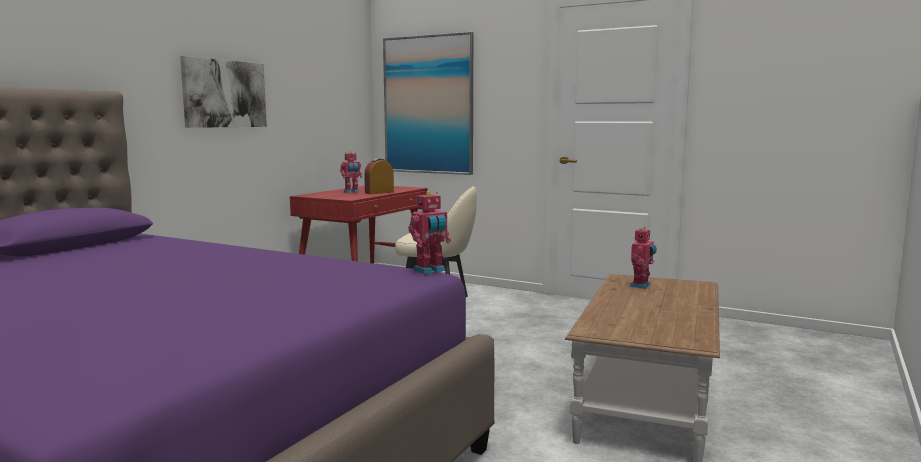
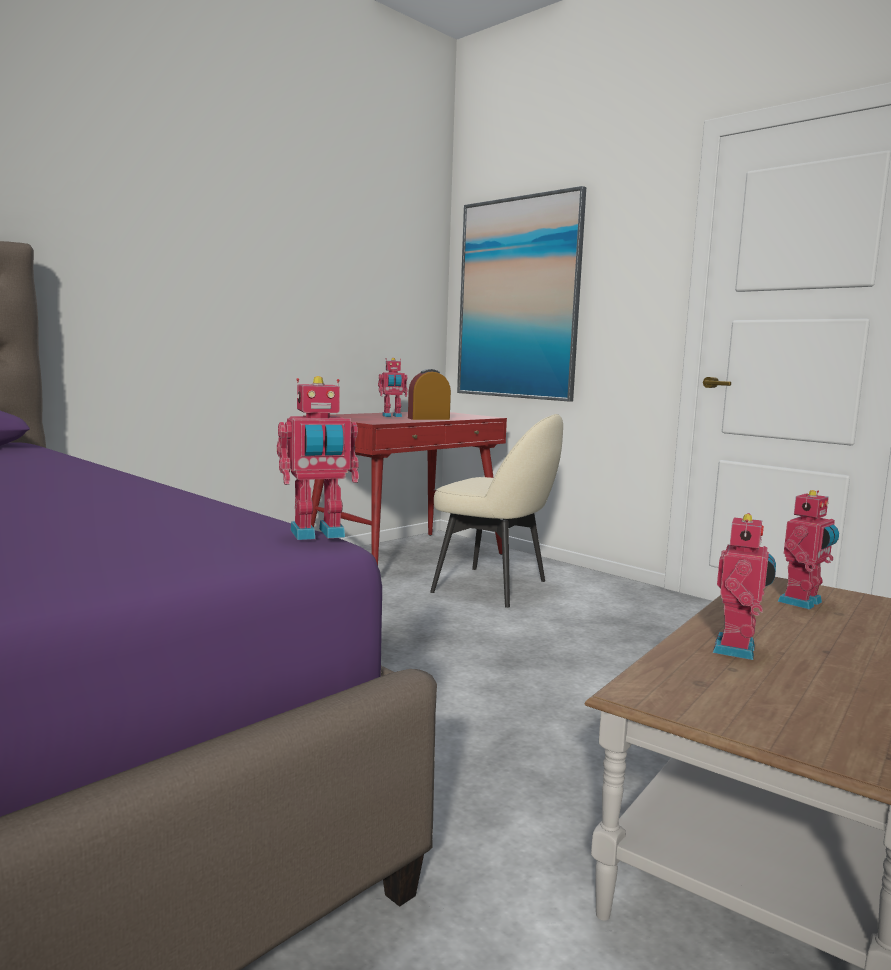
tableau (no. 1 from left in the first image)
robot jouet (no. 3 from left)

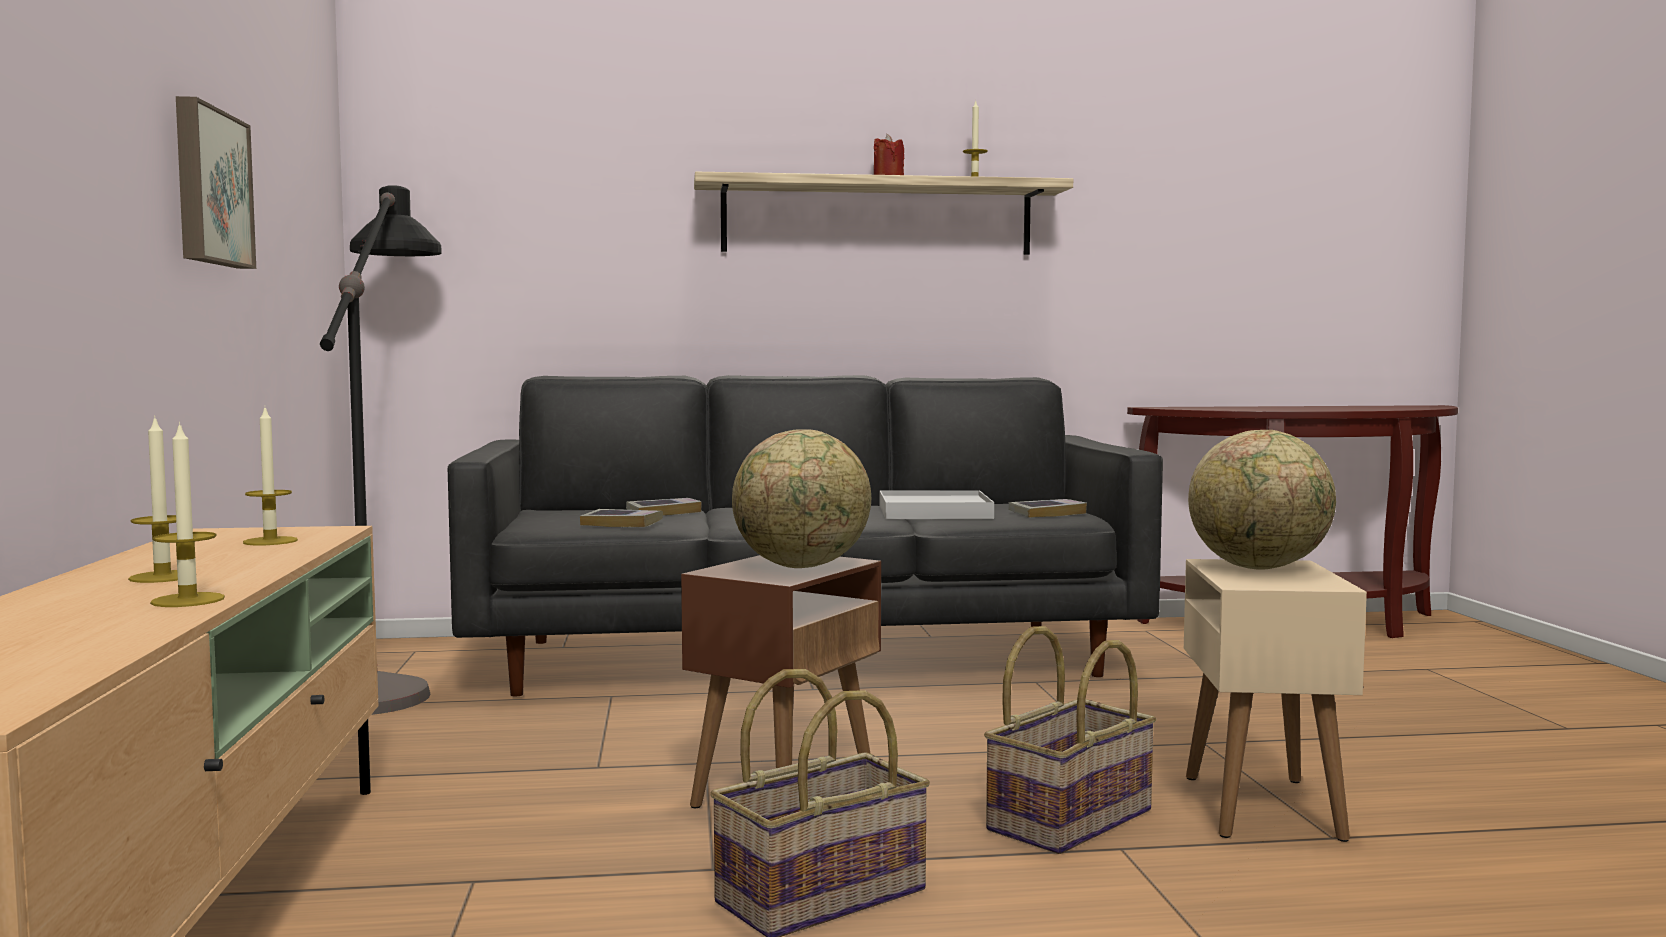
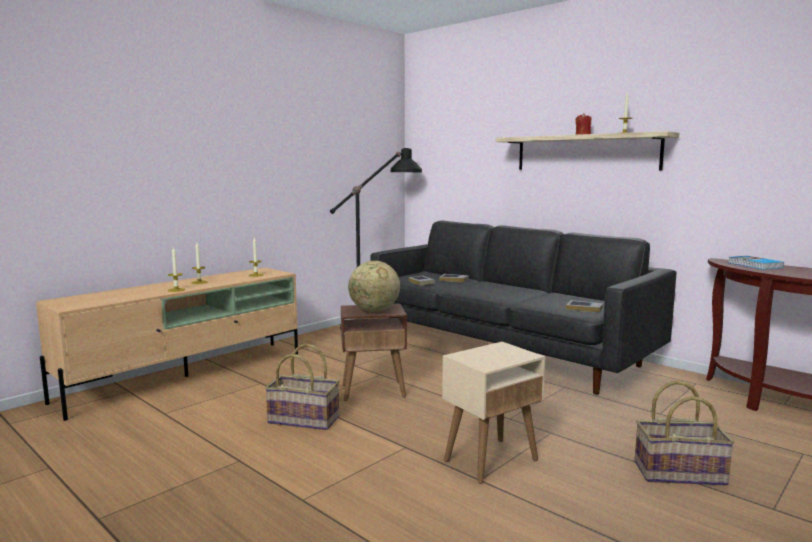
tableau
plateau/blanc
panier (no. 2 from left)
globe (no. 2 from left in the first image)
livre (no. 4 from left)

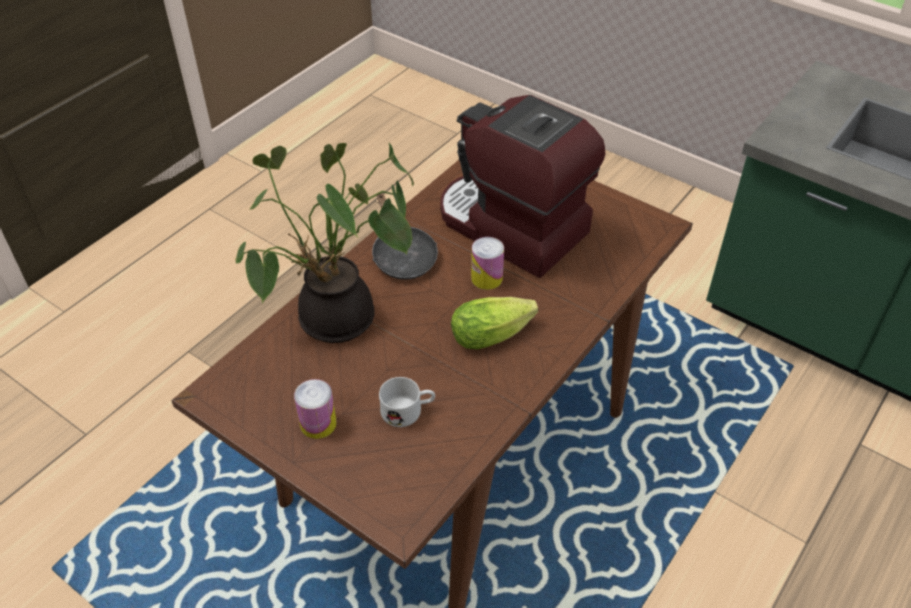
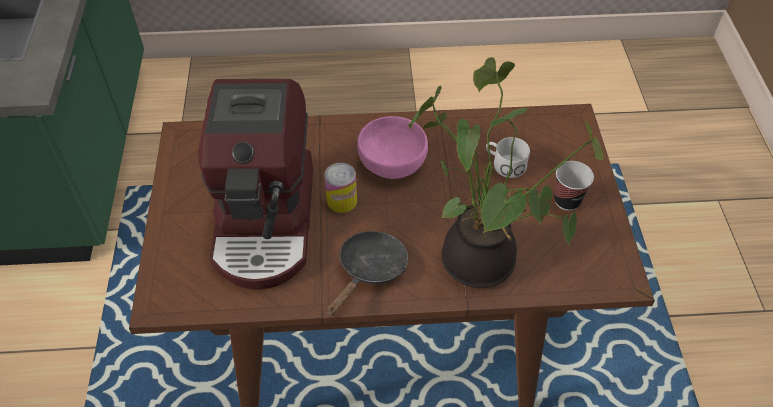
tasse
bol/rose

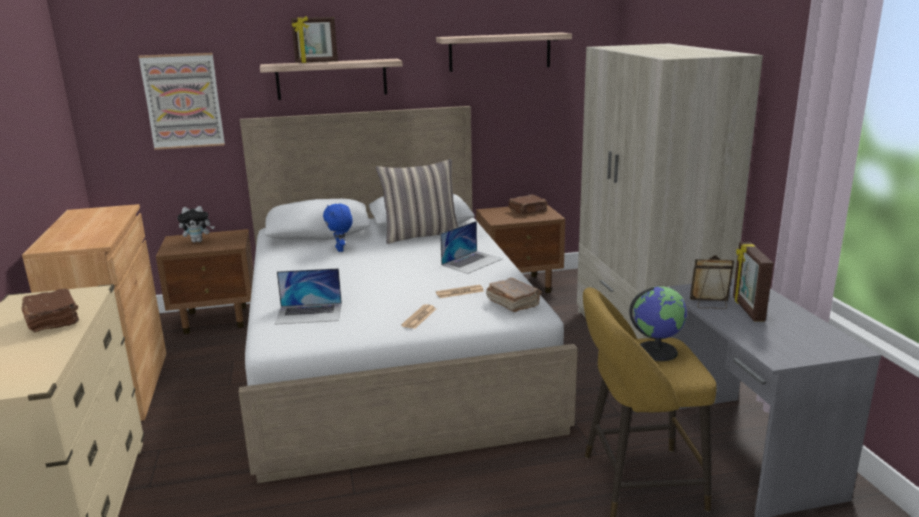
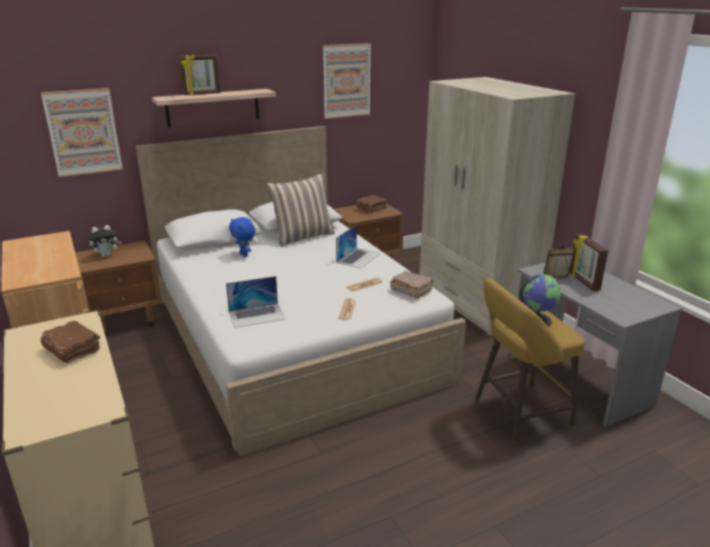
tableau (no. 2 from left)

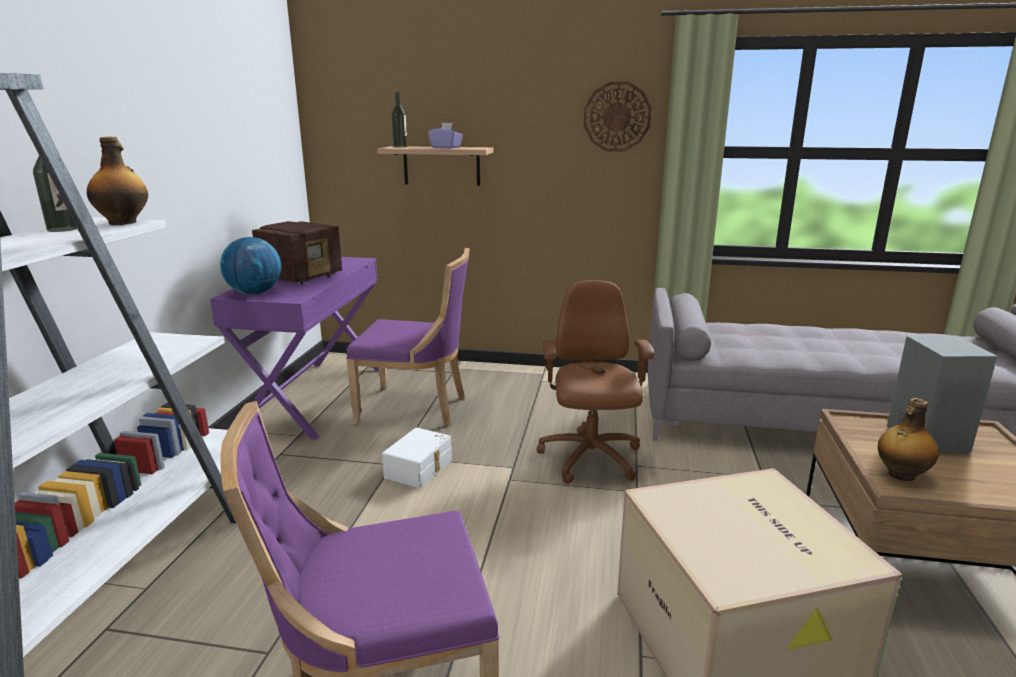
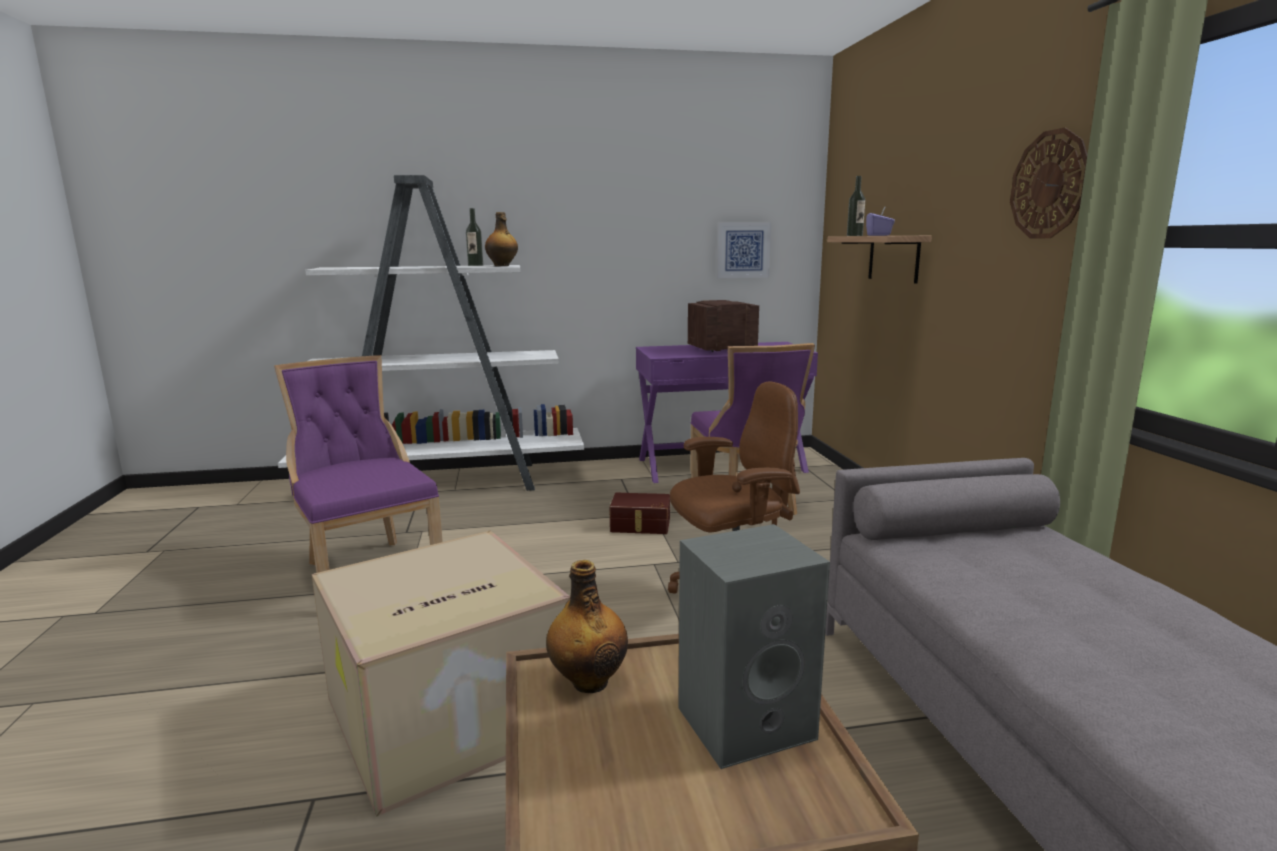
globe
radio
boîte de rangement/marron
tableau

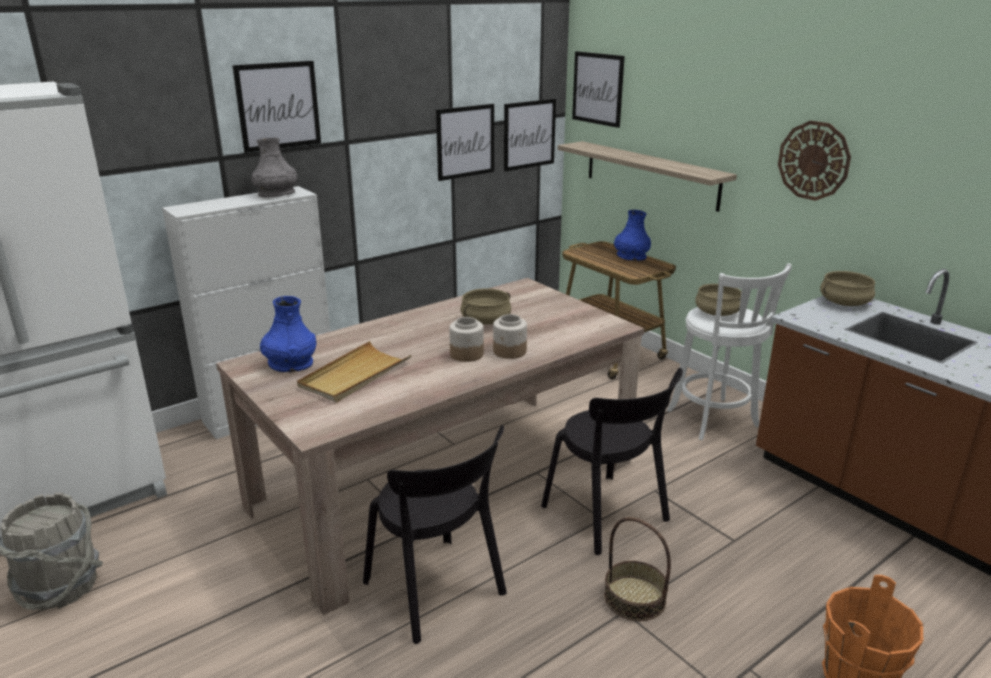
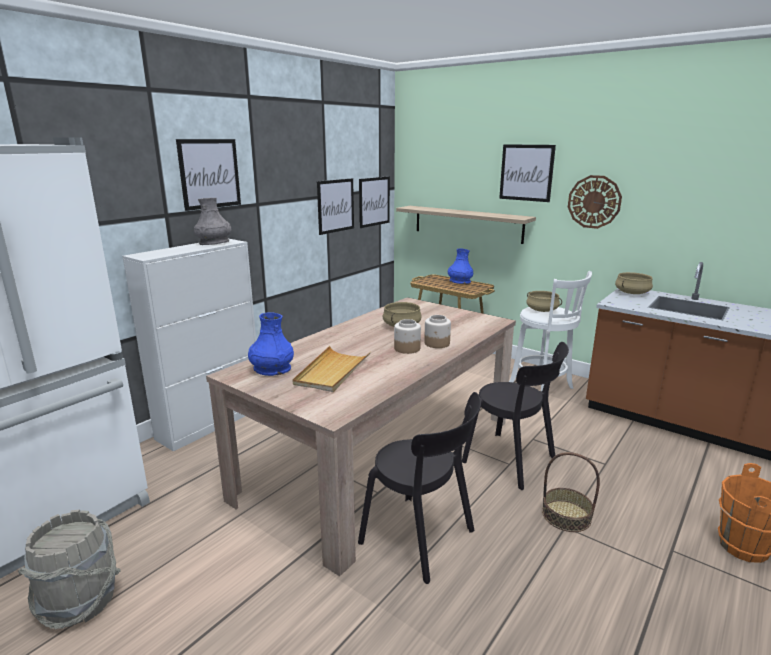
tableau (no. 4 from left)

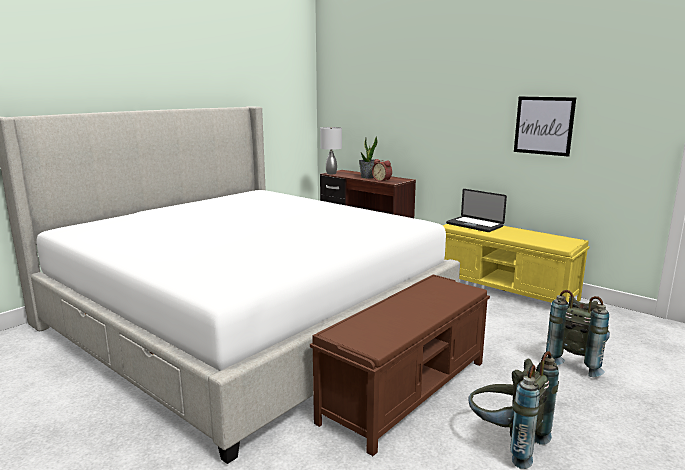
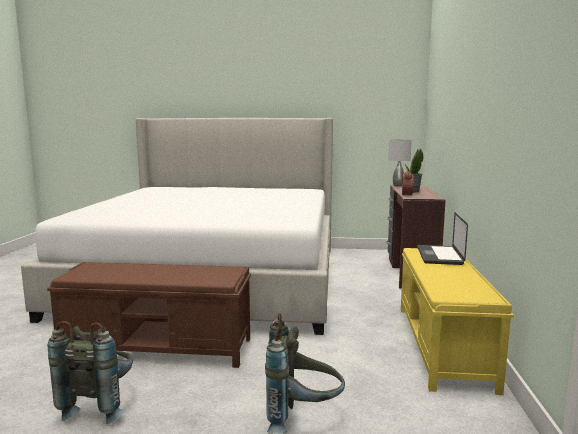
tableau

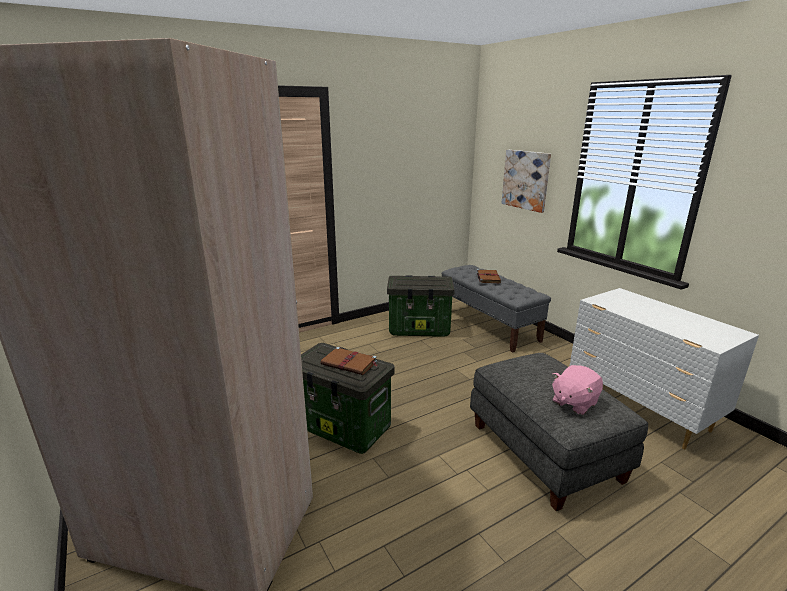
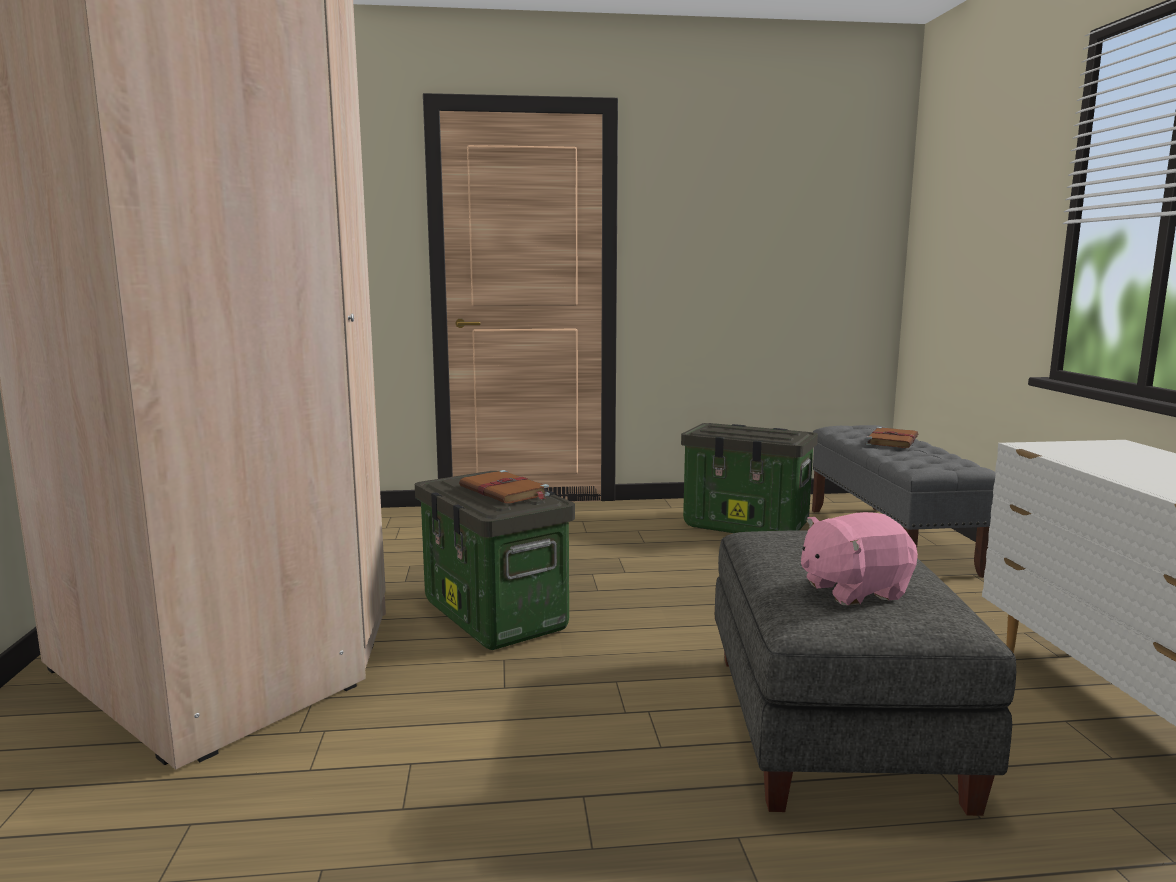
tableau

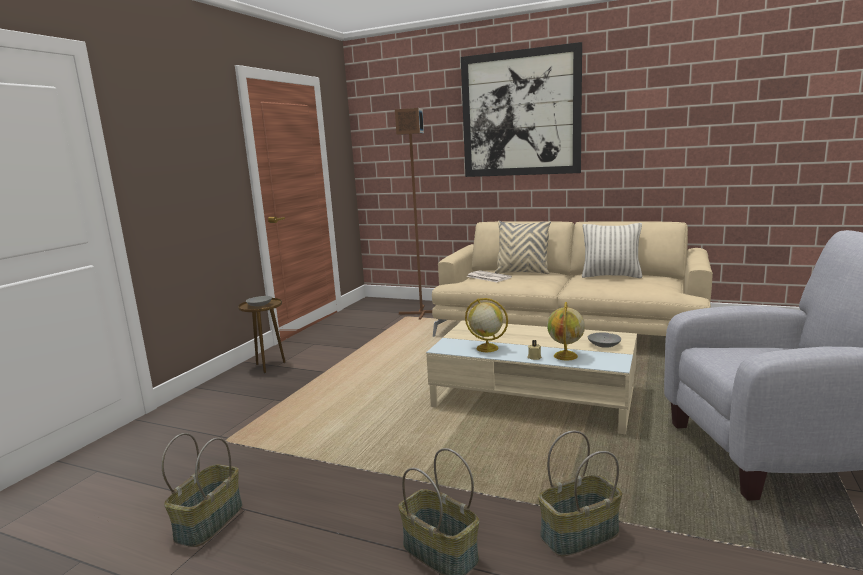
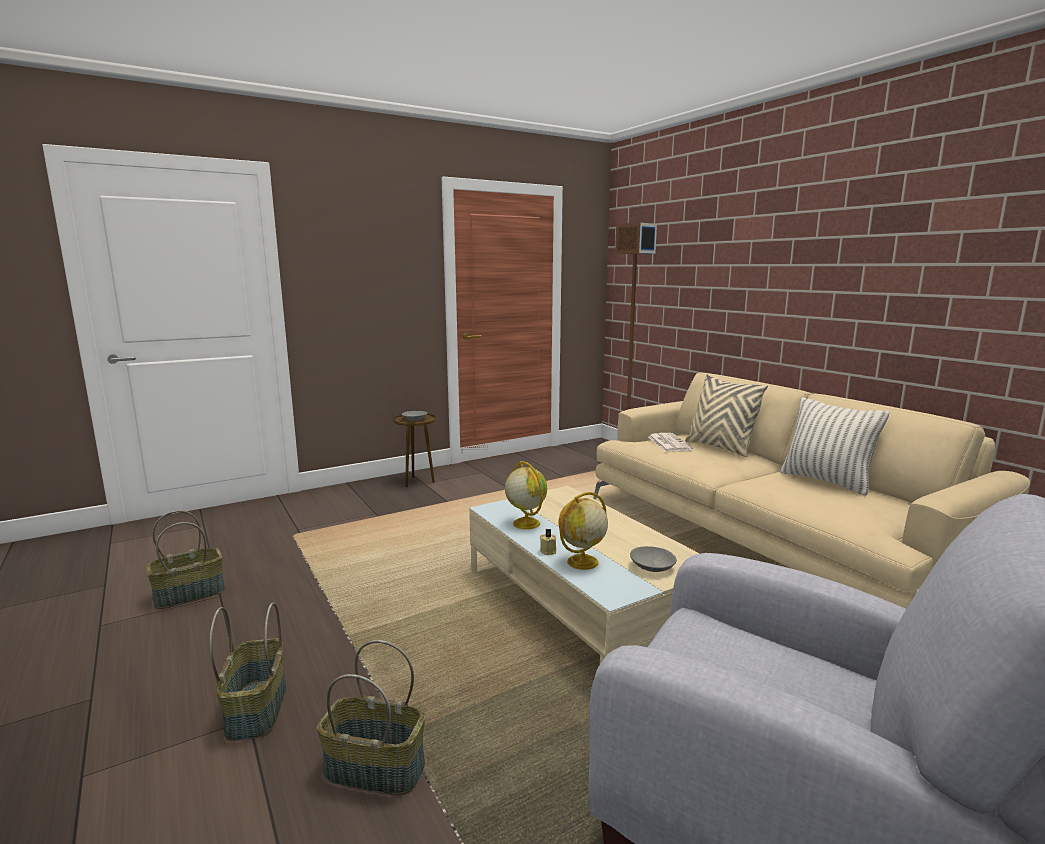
tableau

